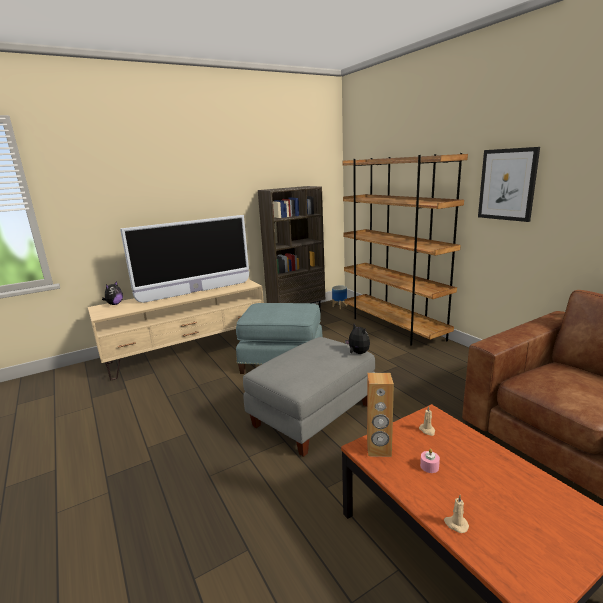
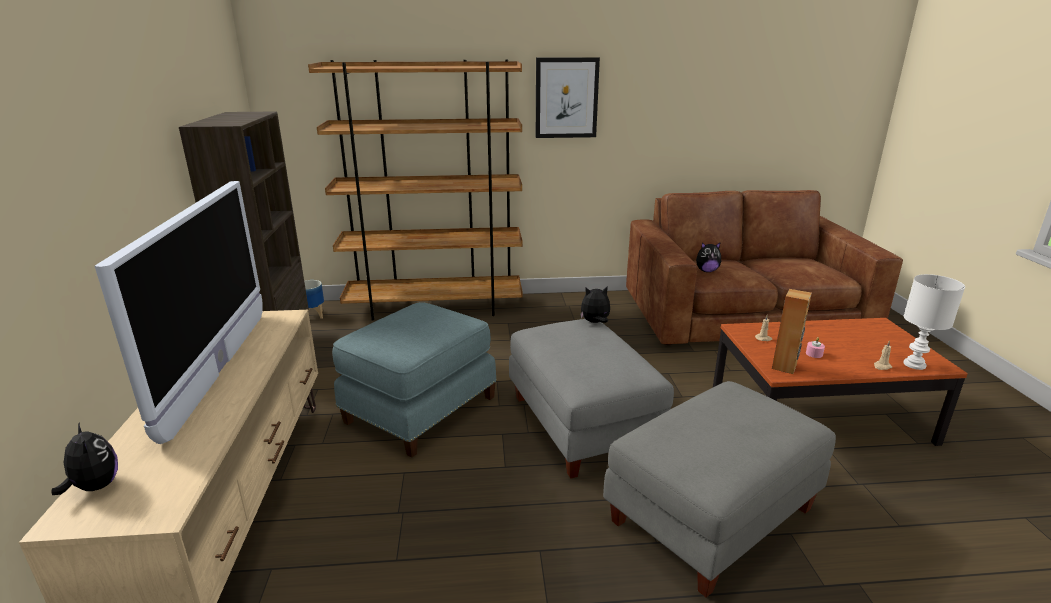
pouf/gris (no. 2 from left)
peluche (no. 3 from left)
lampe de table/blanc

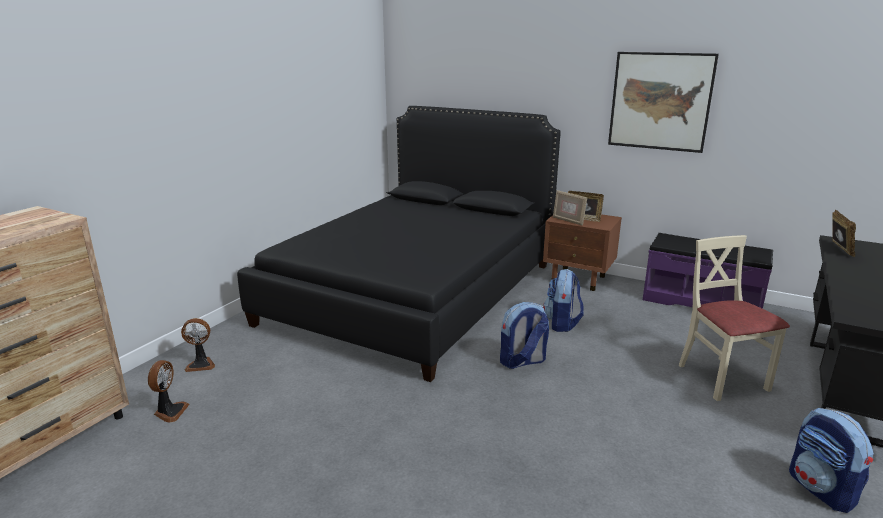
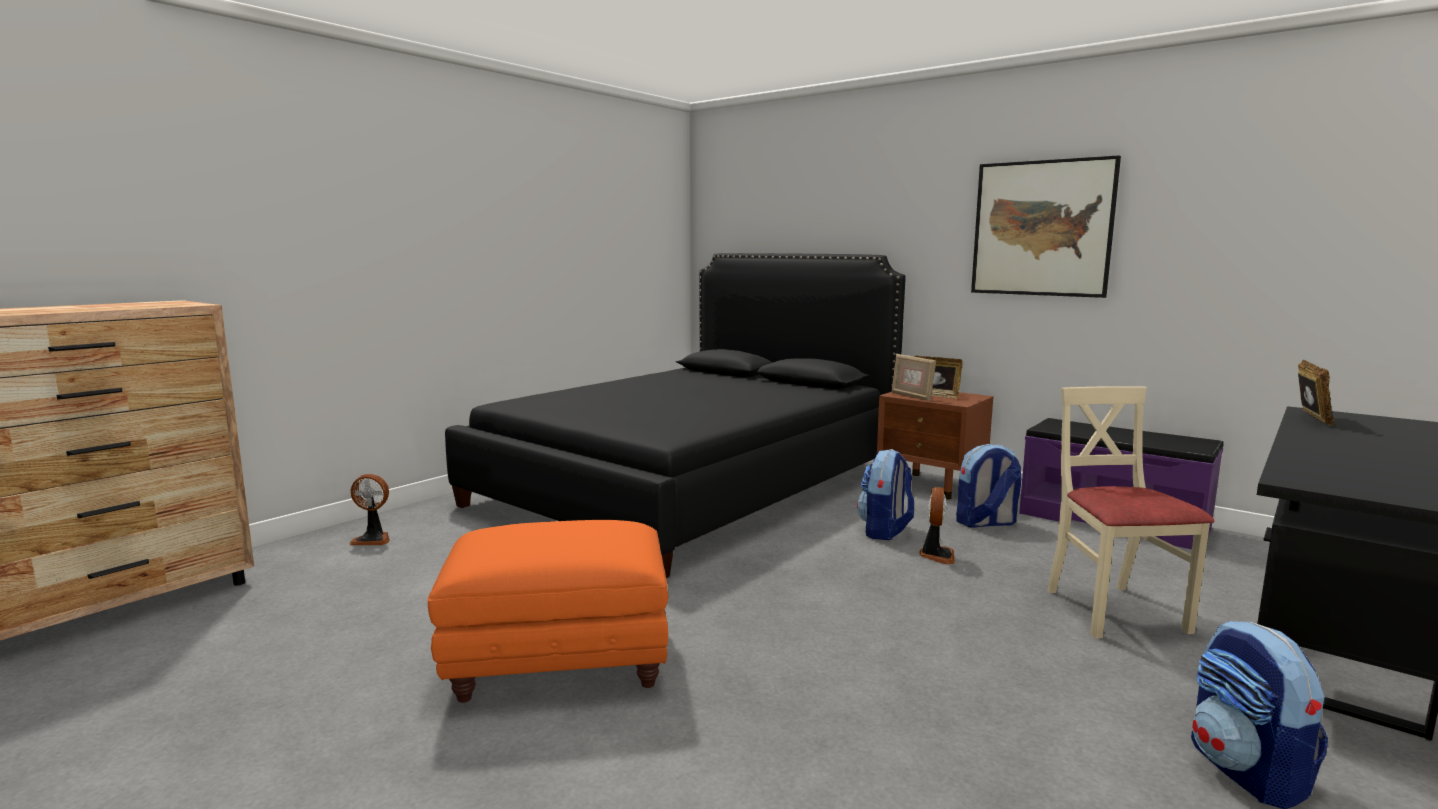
ventilateur (no. 2 from left)
sac à dos (no. 2 from left)
pouf/orange

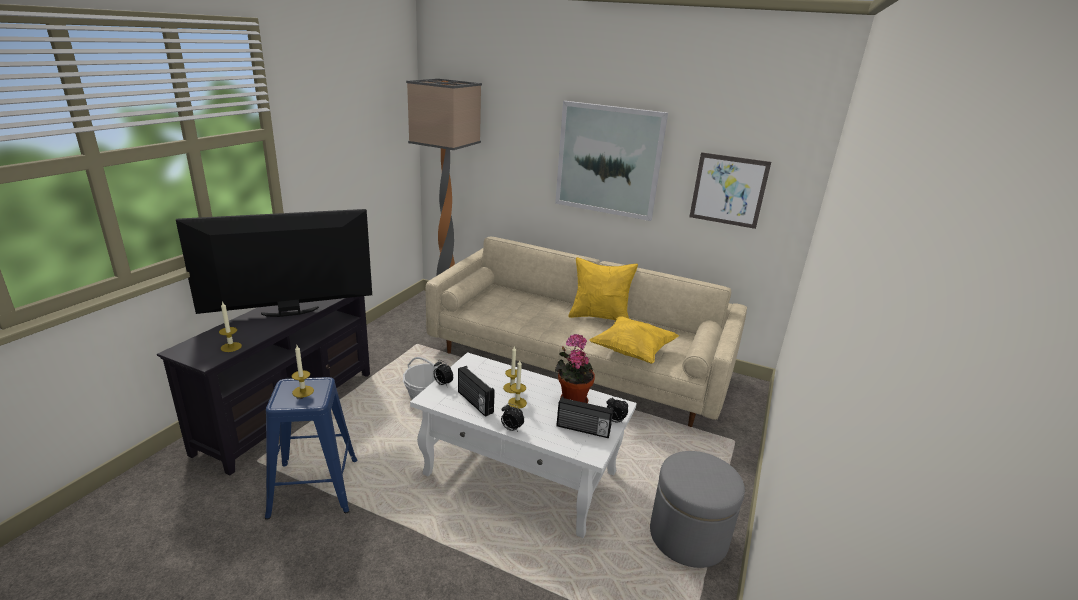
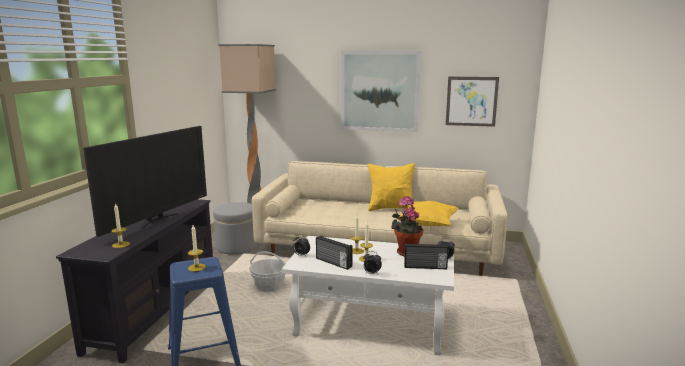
téléviseur
pouf/gris

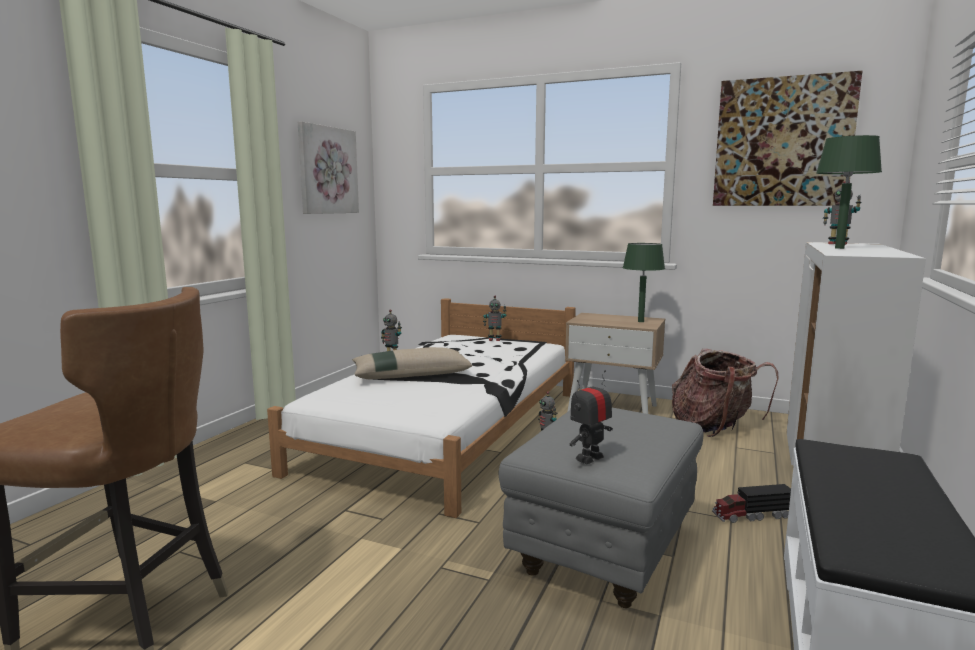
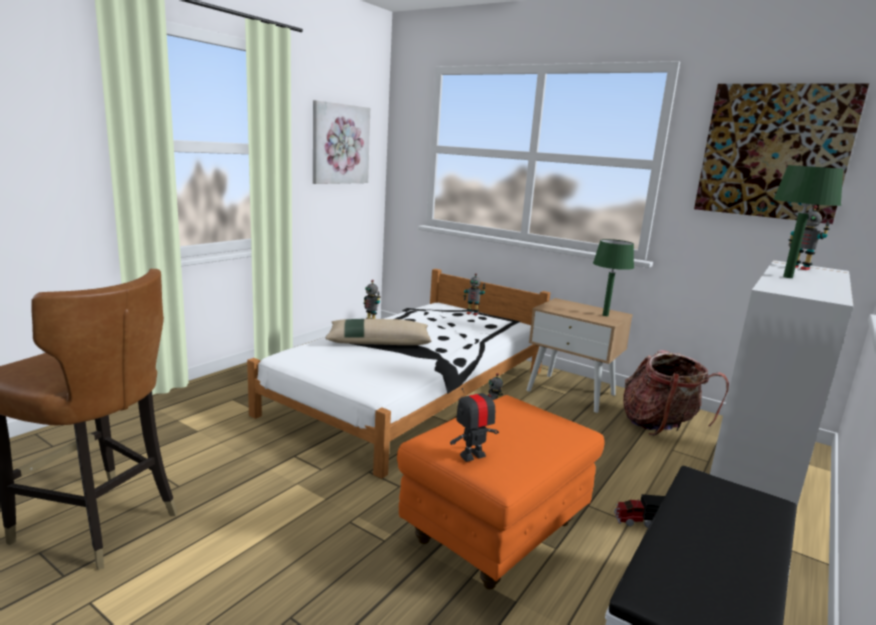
pouf/orange

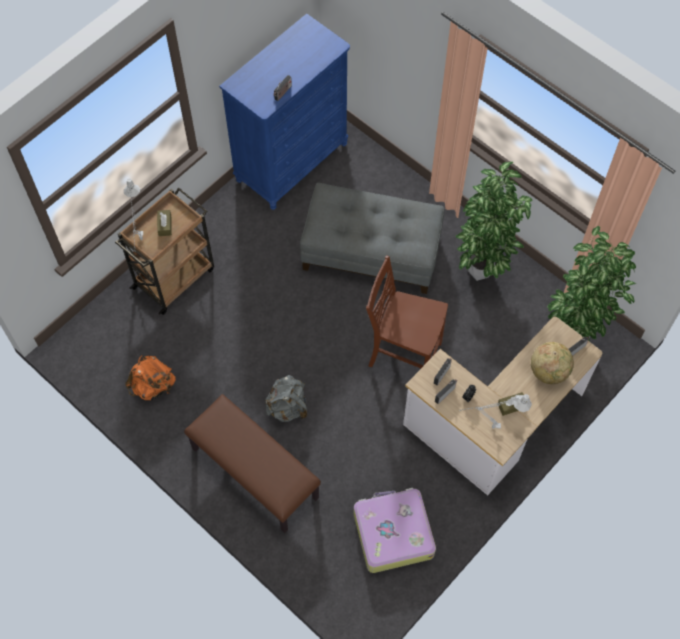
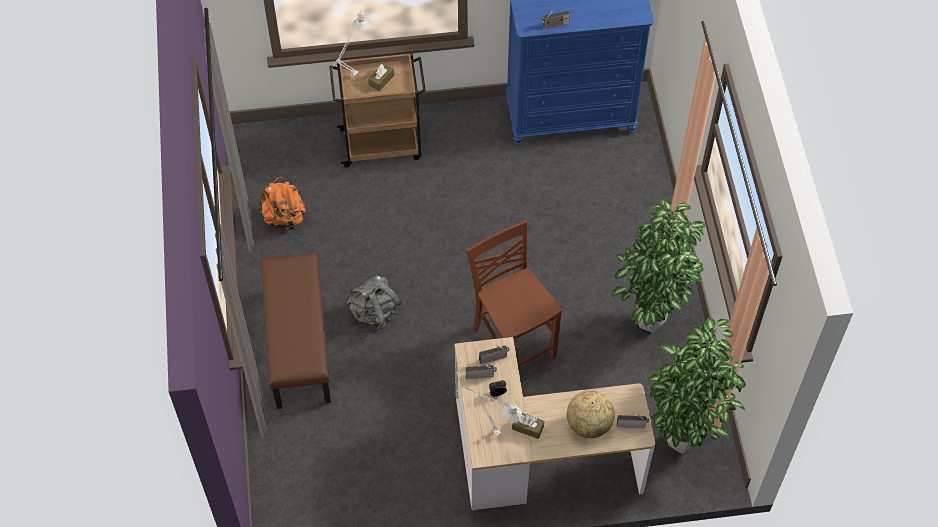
pouf/gris
valise

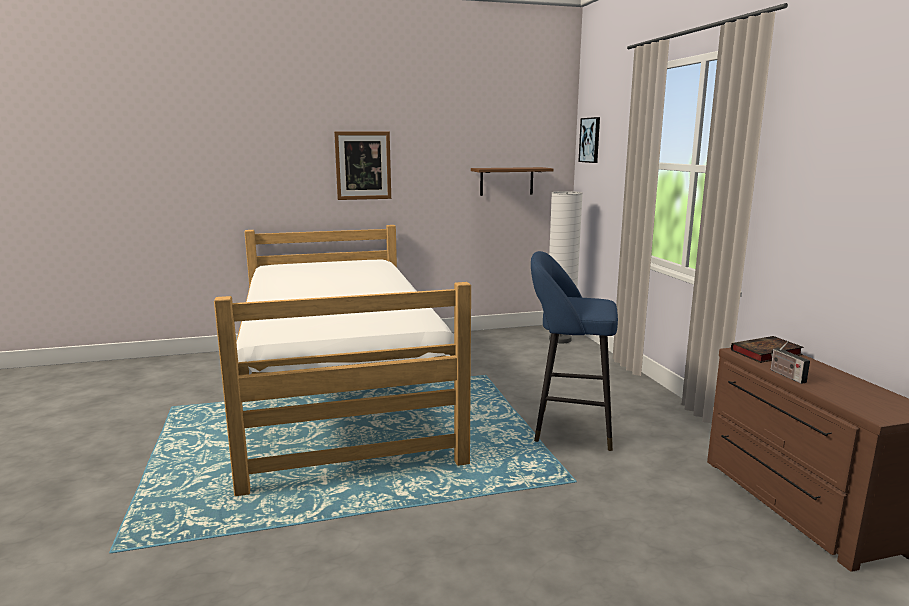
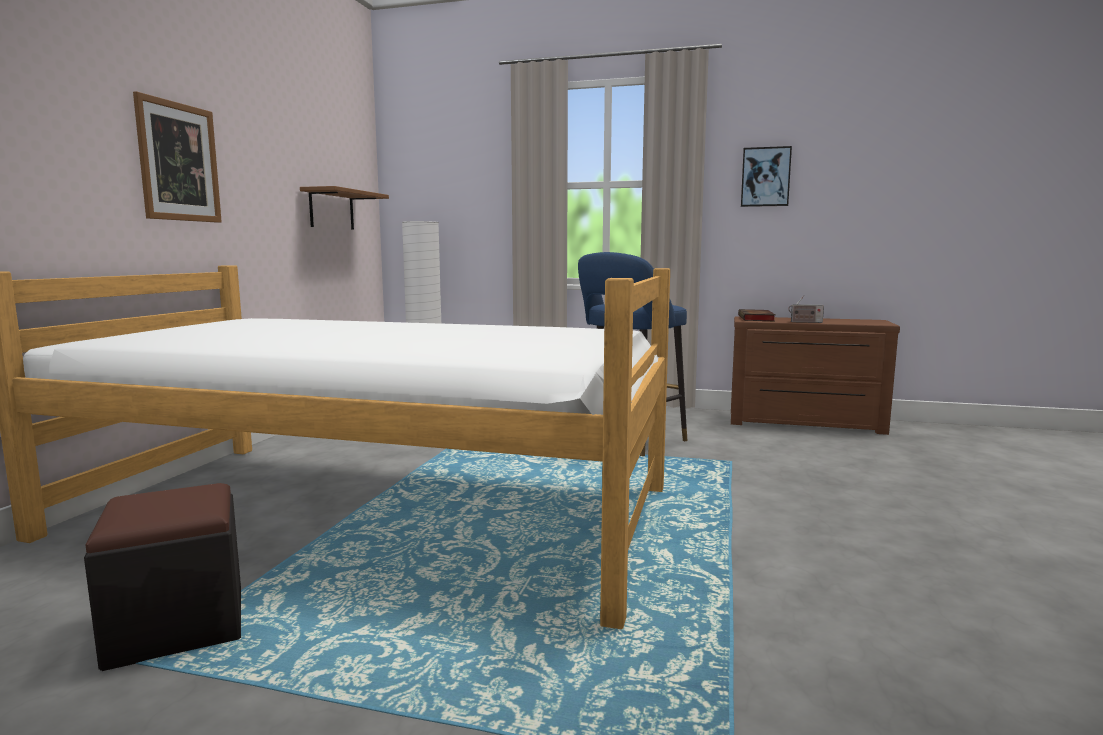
tableau (no. 2 from left)
pouf/noir

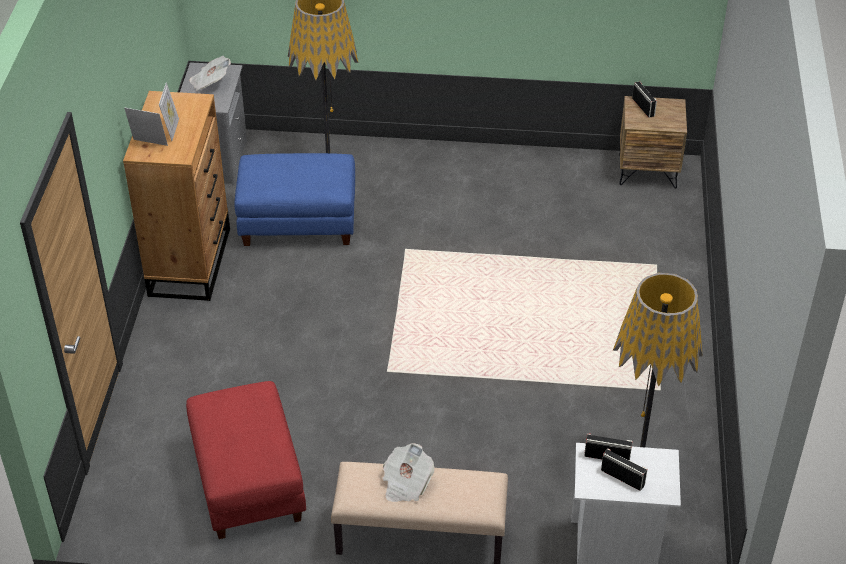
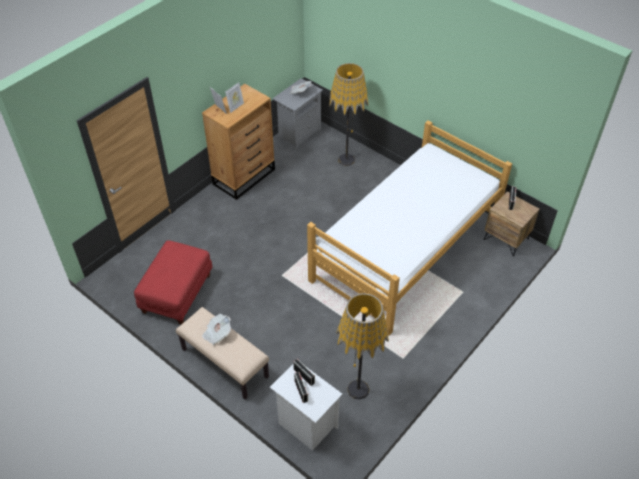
pouf/bleu
lit

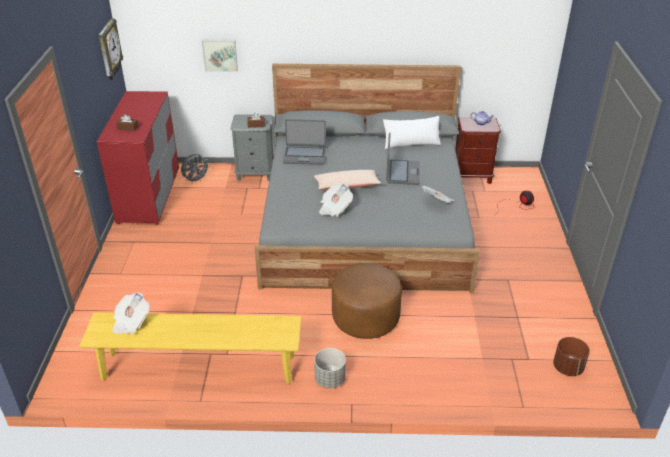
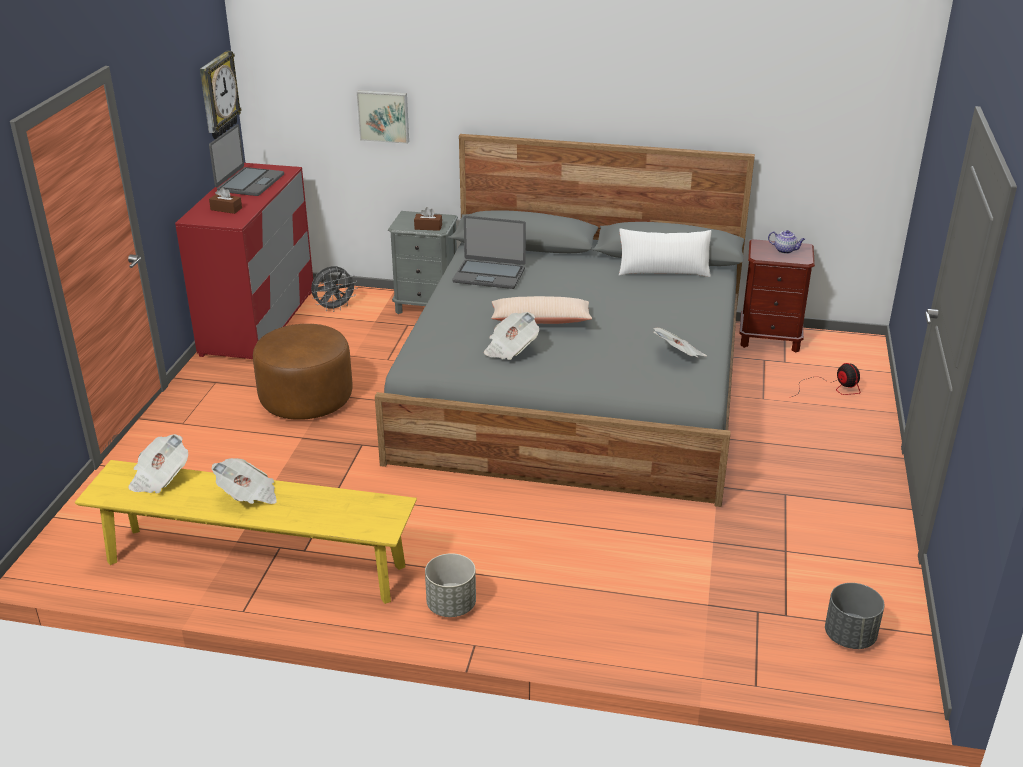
pouf/marron
ordinateur portable (no. 1 from left)
cache-pot/gris (no. 2 from left)
journal (no. 2 from left)

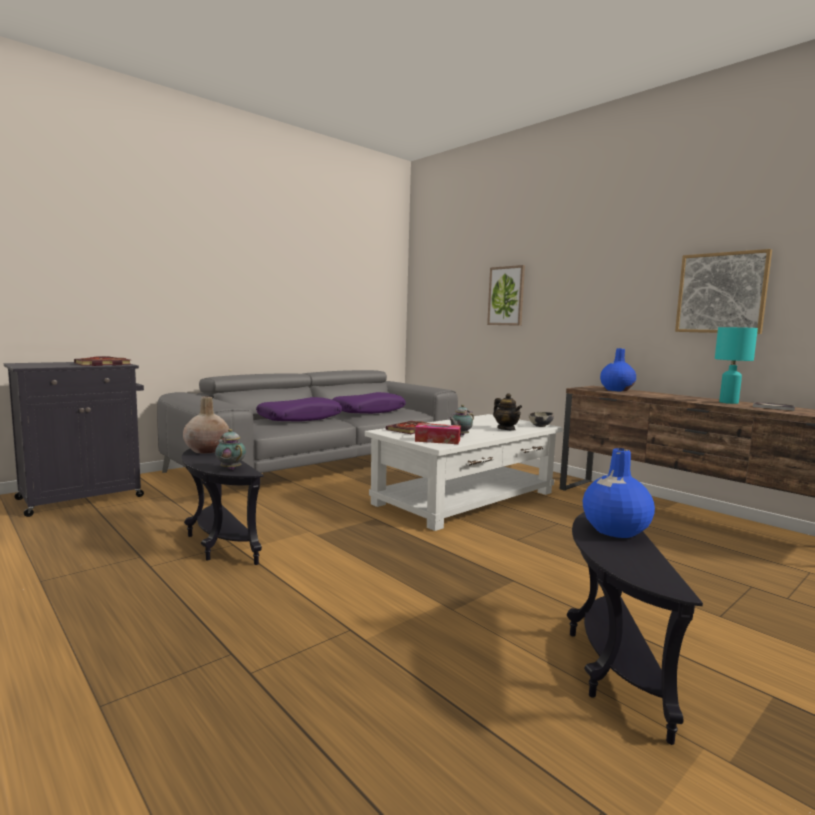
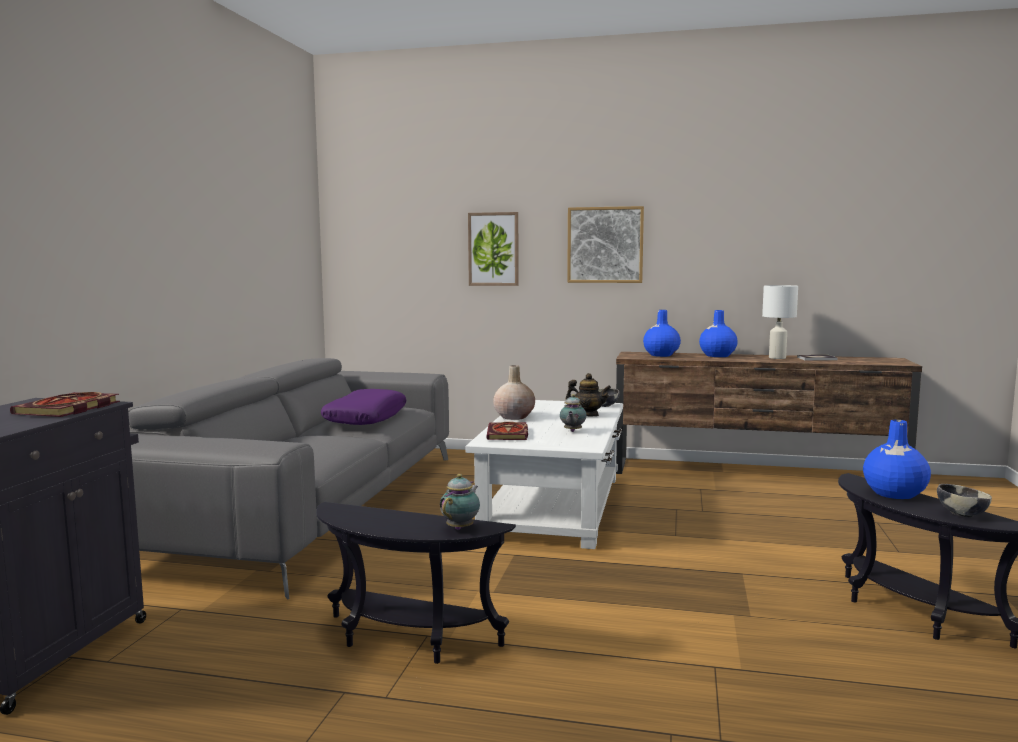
vase/beige
théière (no. 1 from left)
coussin/violet (no. 1 from left in the first image)
boîte à mouchoirs
tableau (no. 2 from left)
lampe de table/blanc
vase/bleu (no. 2 from left)
bol (no. 2 from left)

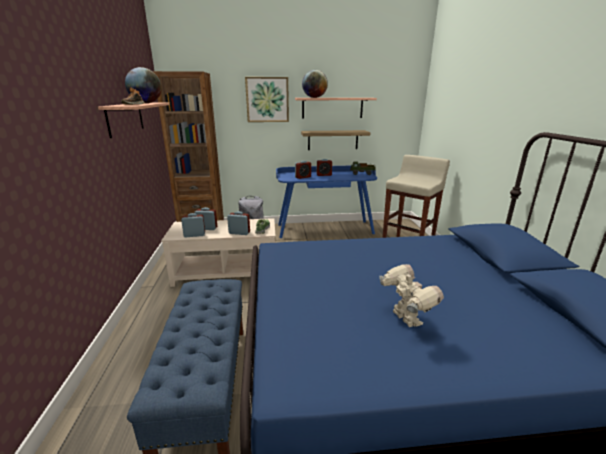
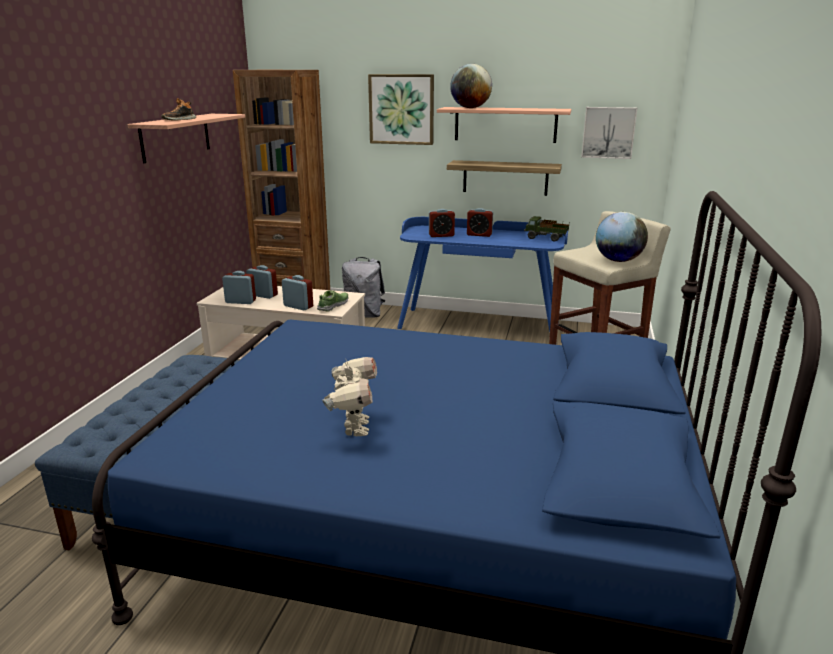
globe (no. 2 from left)
tableau (no. 2 from left)

